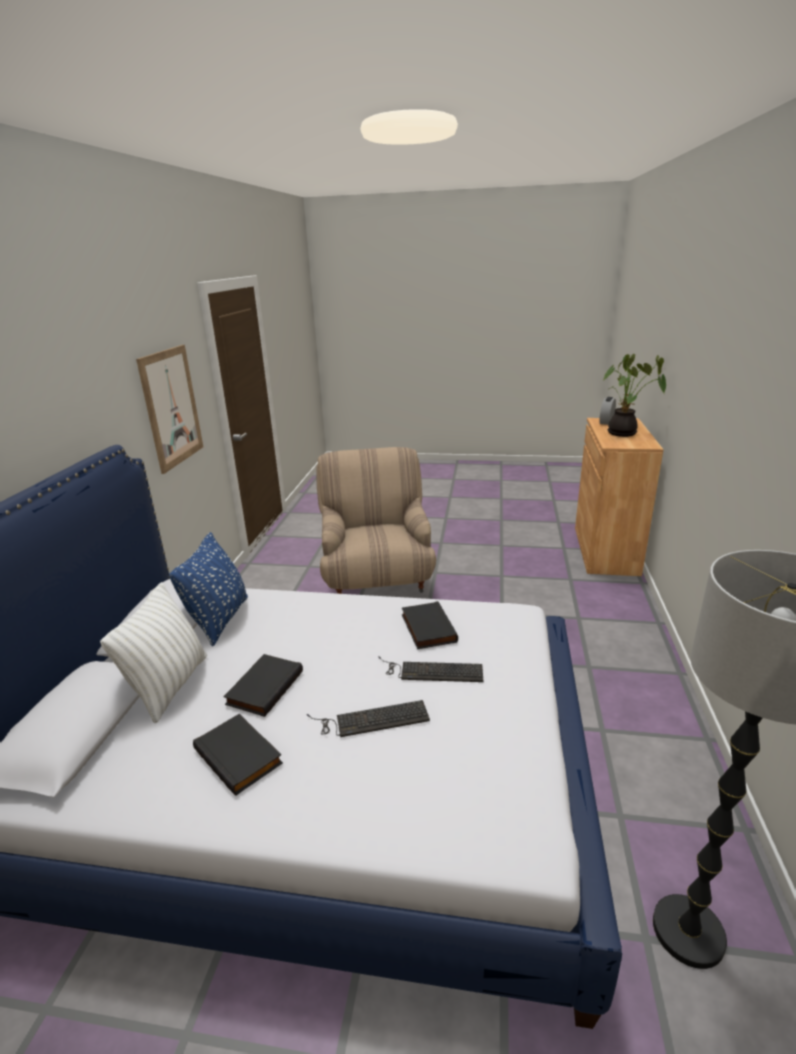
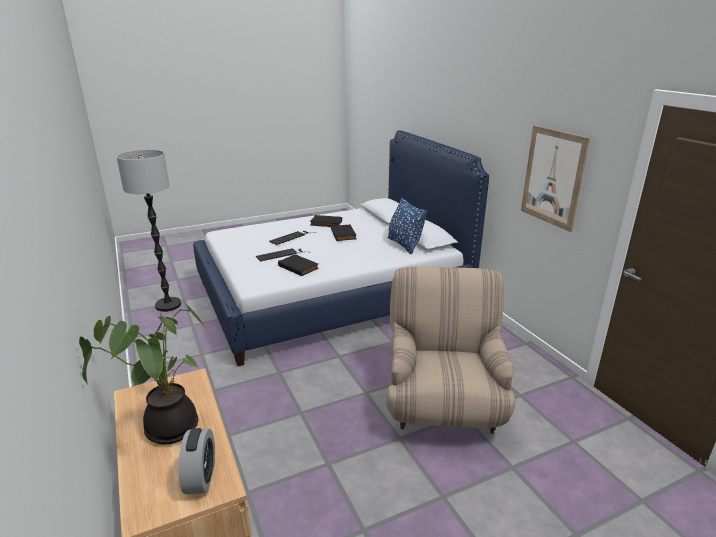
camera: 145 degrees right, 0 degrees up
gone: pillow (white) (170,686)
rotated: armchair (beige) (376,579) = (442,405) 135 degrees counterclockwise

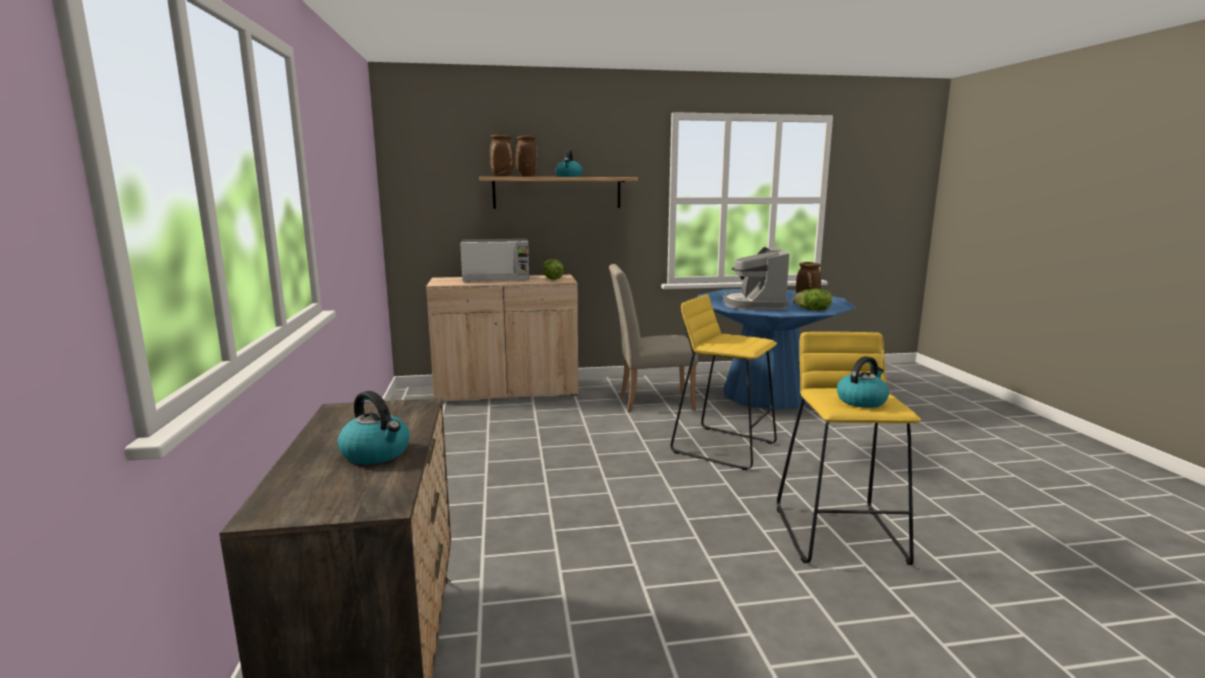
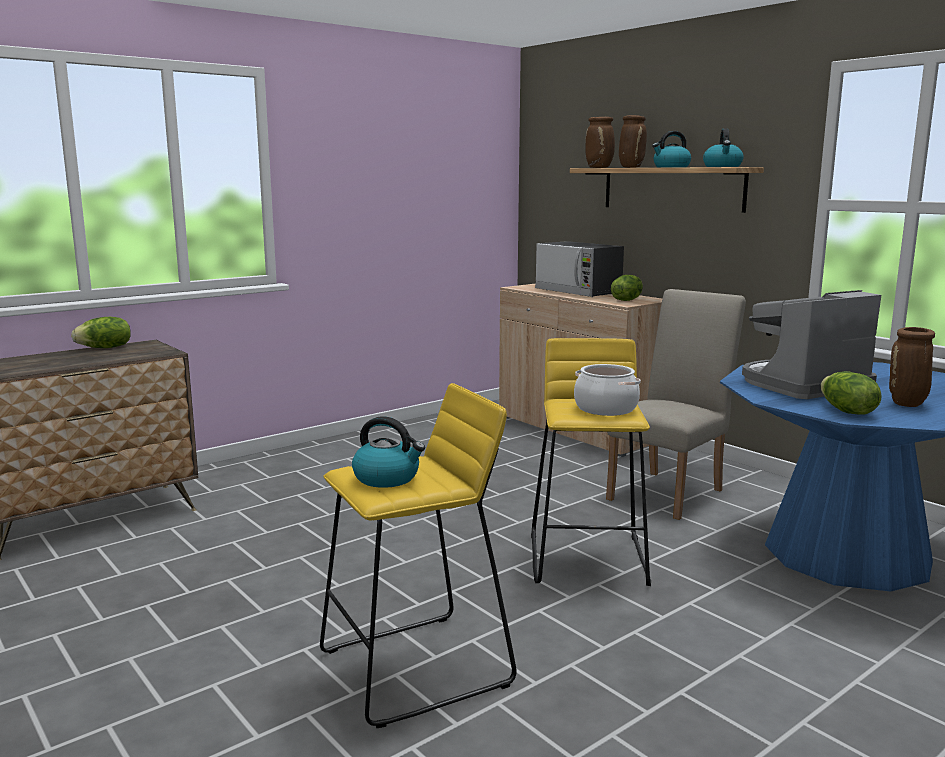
camera: 60 degrees right, 0 degrees up
new: lettuce (105,348); cooking pot (606,408)
shifted: kettle (376,453) to (722,166)
rotated: chair (beige) (649,401) = (670,492) 75 degrees clockwise

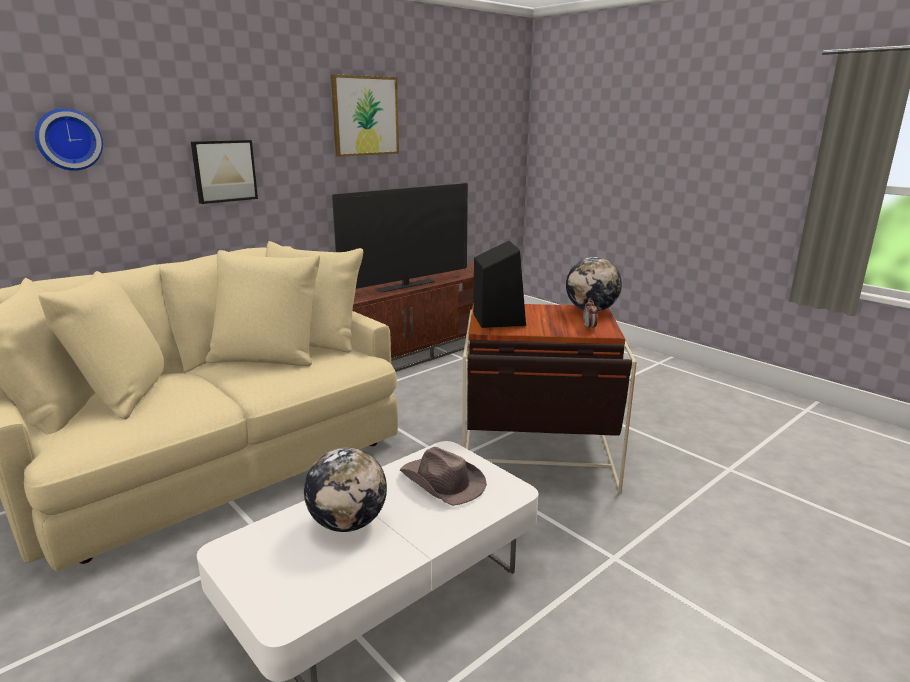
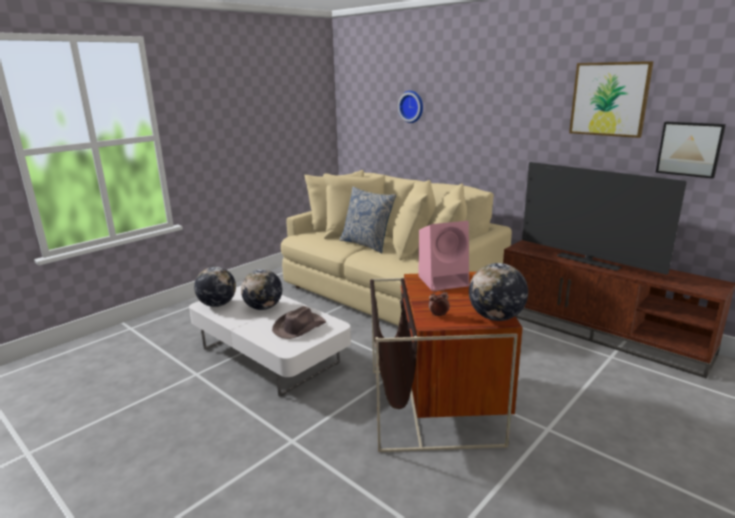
camera: 85 degrees right, 0 degrees up
new: globe (217,304); pillow (367,244)
shifted: picture (224,171) to (689,149)
repainted: speaker (black) (497,319) to speaker (pink) (444,281)

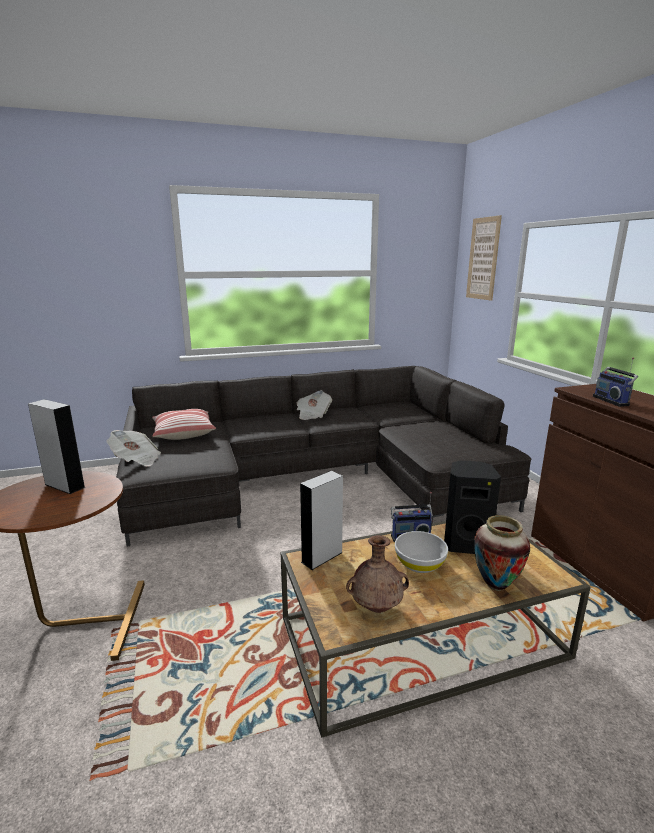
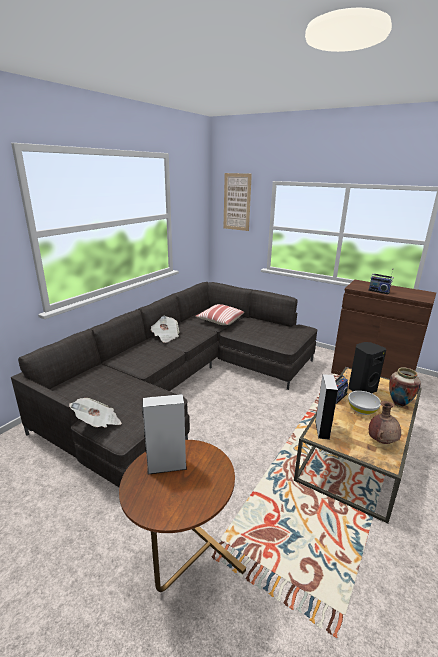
camera: 40 degrees left, 5 degrees up
shifted: pillow (183,433) to (220,321)

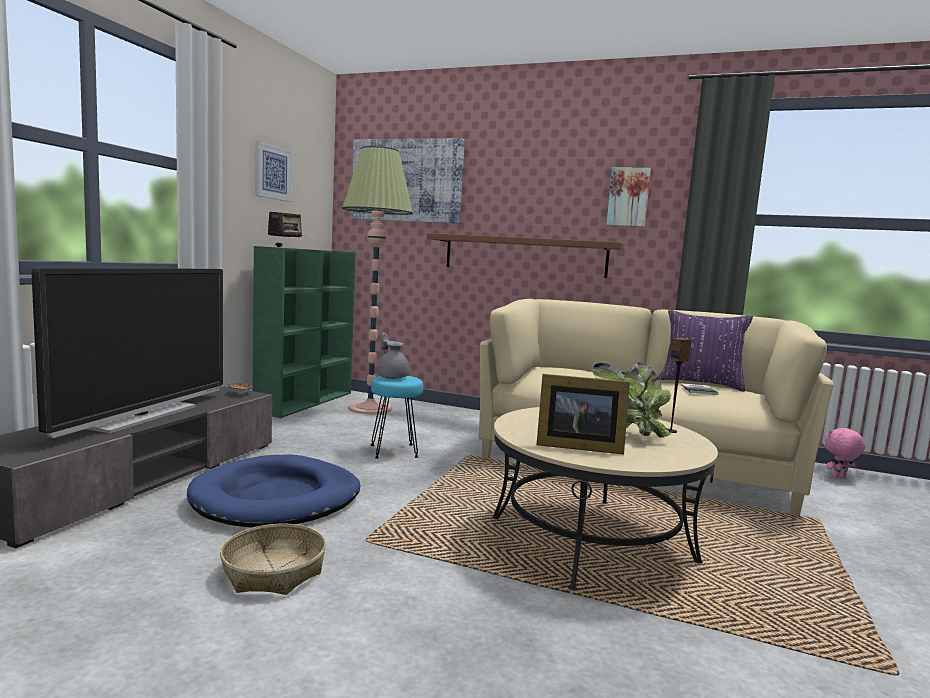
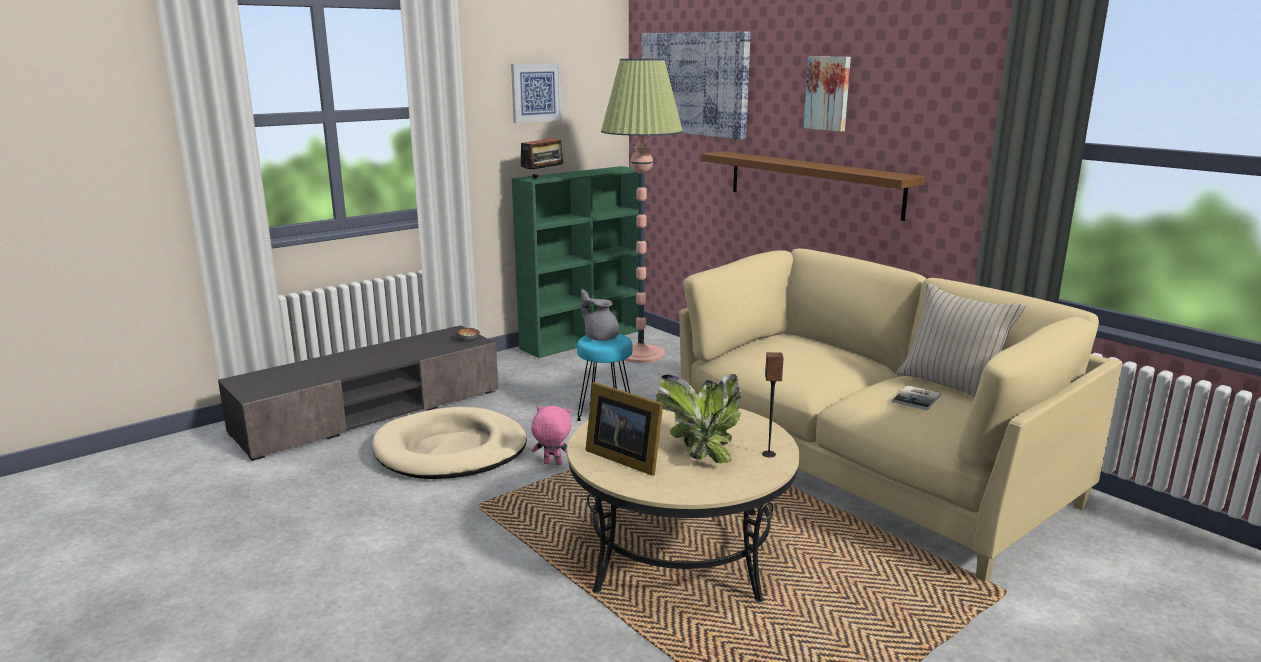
camera: 30 degrees right, 10 degrees up
gone: television (142,417); basket (273,572)
shifted: picture (628,197) to (828,93); plush toy (pink) (839,477) to (552,464)
repainted: dog bed (blue) (277,498) to dog bed (beige) (451,450); pillow (purple) (700,383) to pillow (beige) (951,386)
rotated: teapot (grey) (392,377) = (600,337) 45 degrees counterclockwise

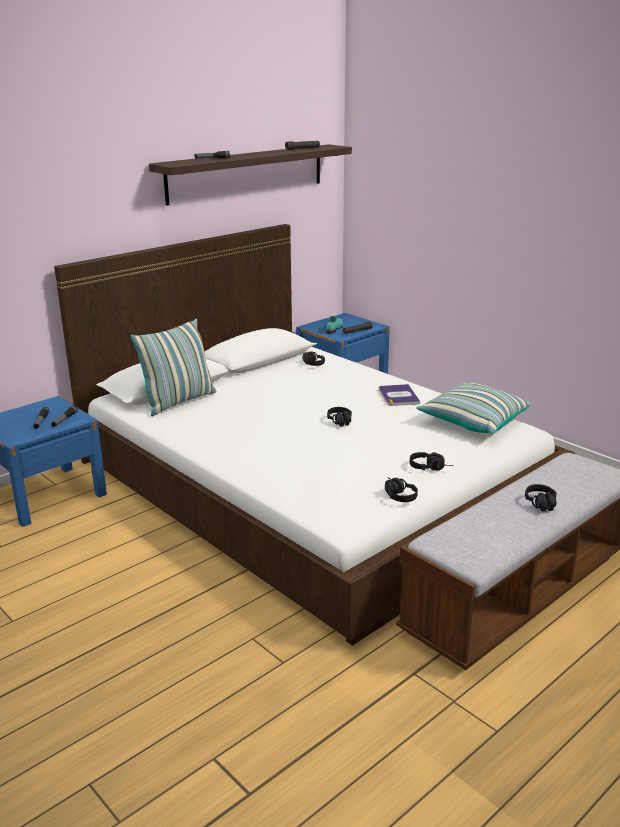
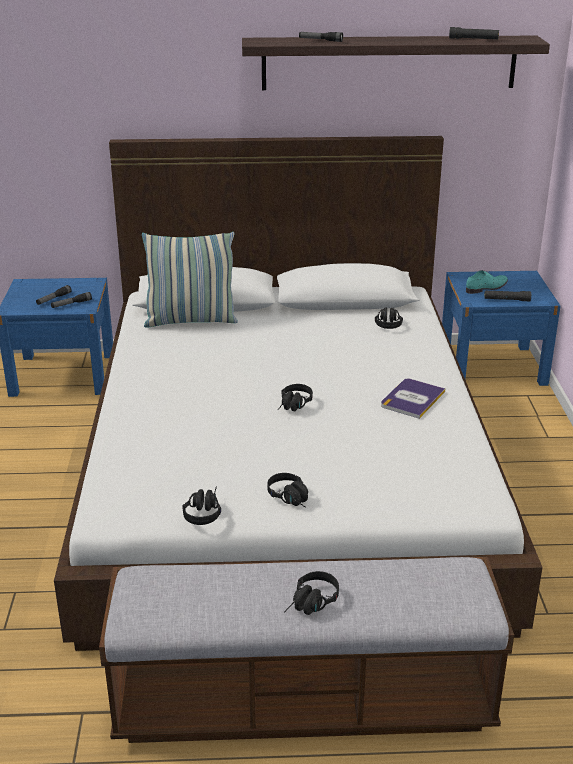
camera: 40 degrees right, 5 degrees up
gone: pillow (472,422)

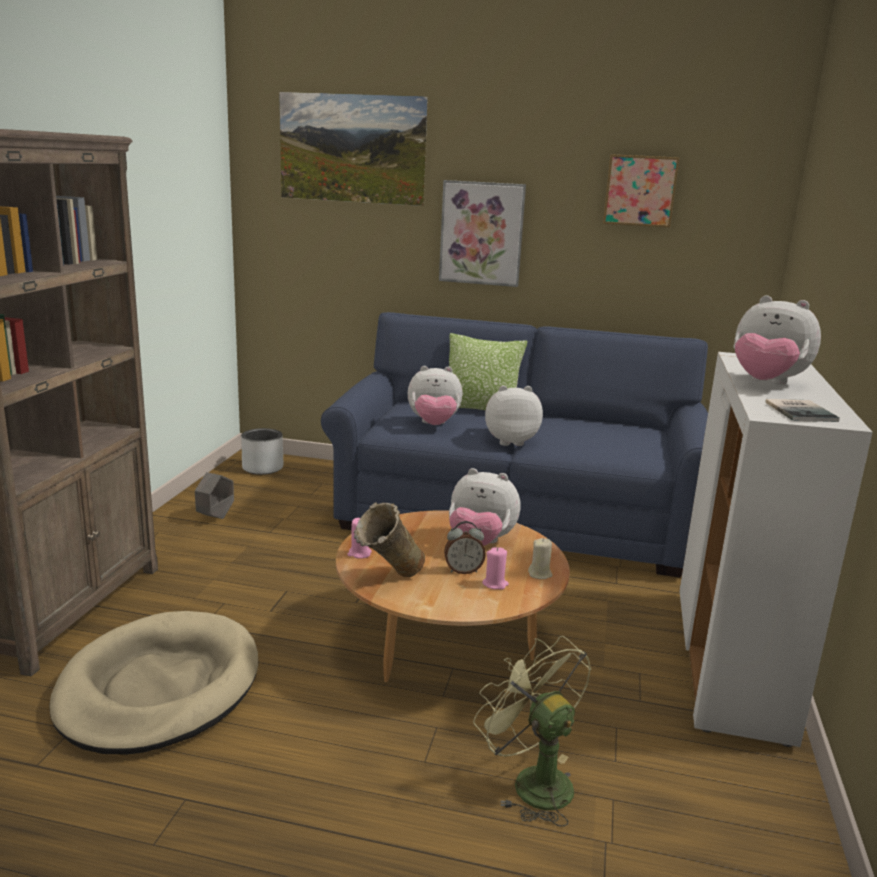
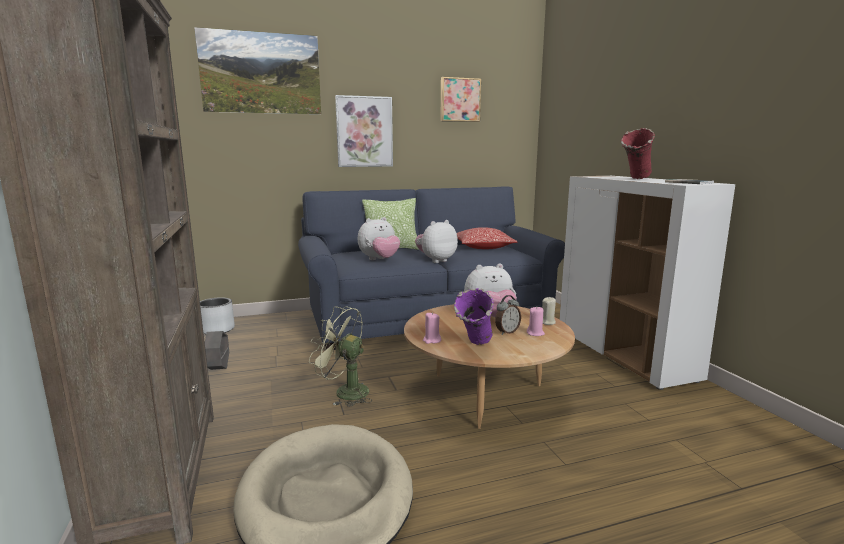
camera: 30 degrees left, 5 degrees down
new: pillow (483,247)
shifted: fan (green) (532,781) to (344,392)
swapped: plush toy (766,383) to vase (red) (635,179)
repainted: vase (beige) (388,579) to vase (purple) (475,348)

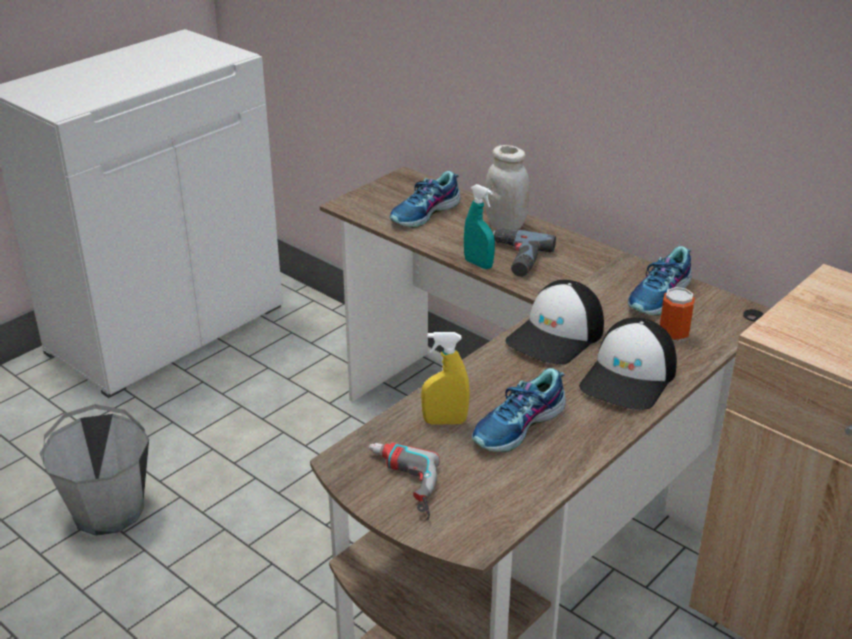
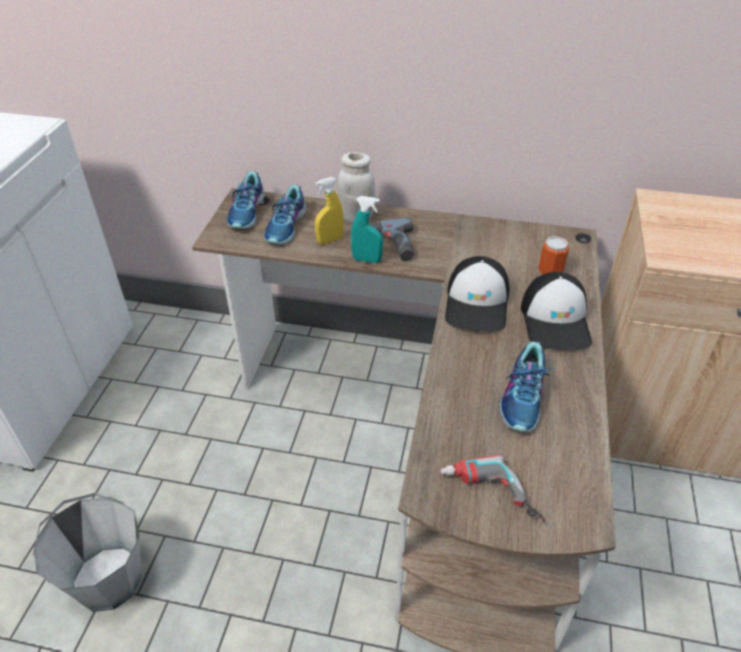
camera: 30 degrees left, 10 degrees up
shifted: spray bottle (yellow) (445,421) to (330,240); shoe (660,296) to (248,212)

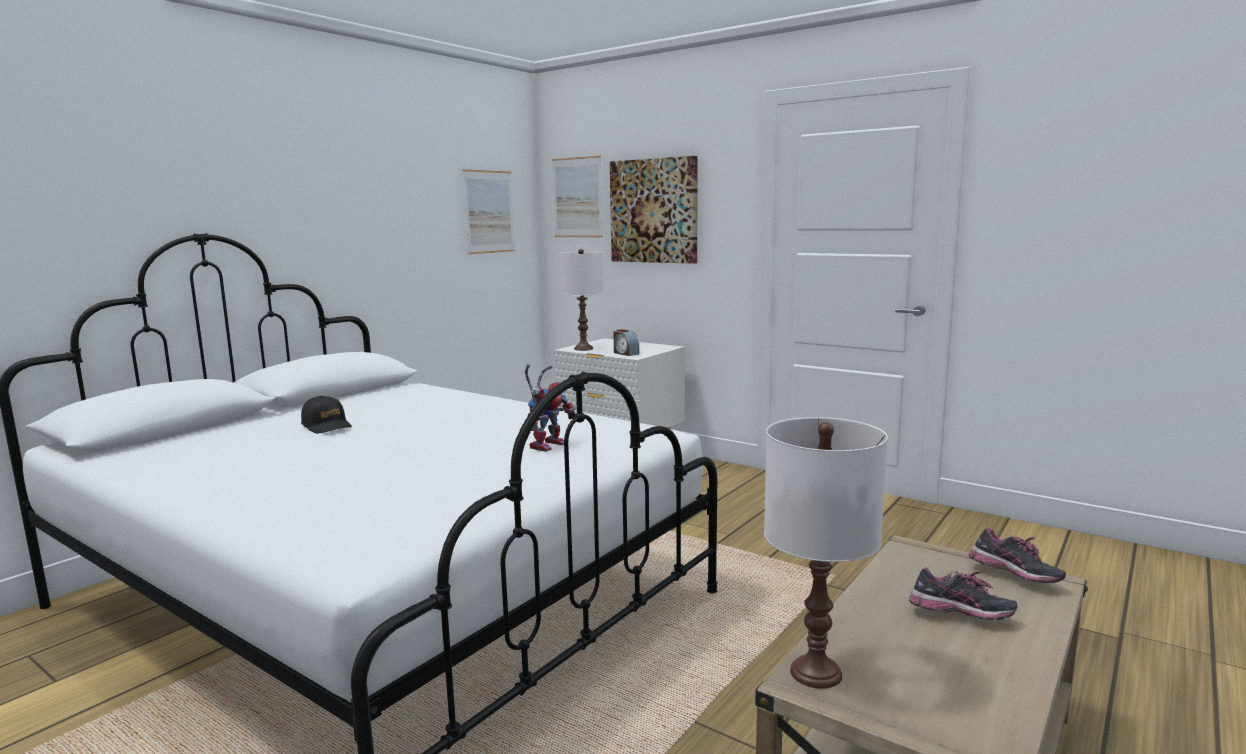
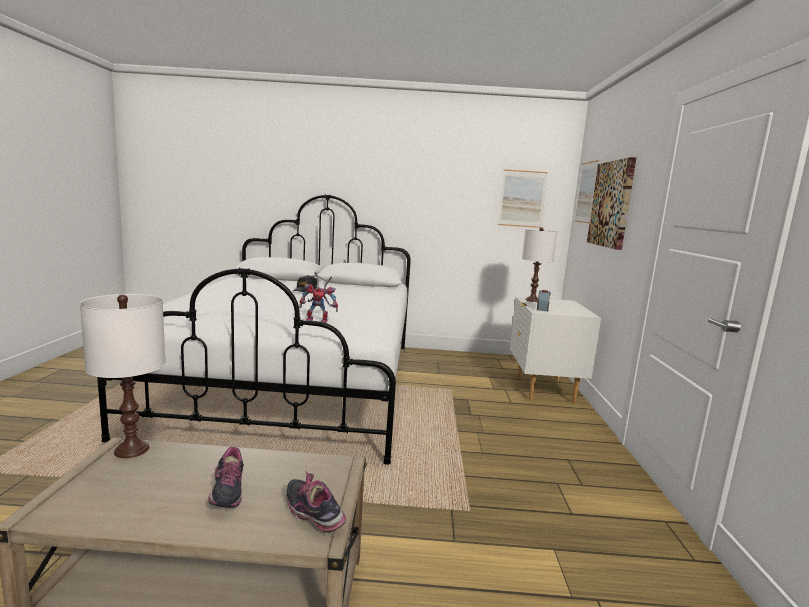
camera: 55 degrees right, 0 degrees up
rotated: shoe (1014,578) = (314,515) 120 degrees clockwise

